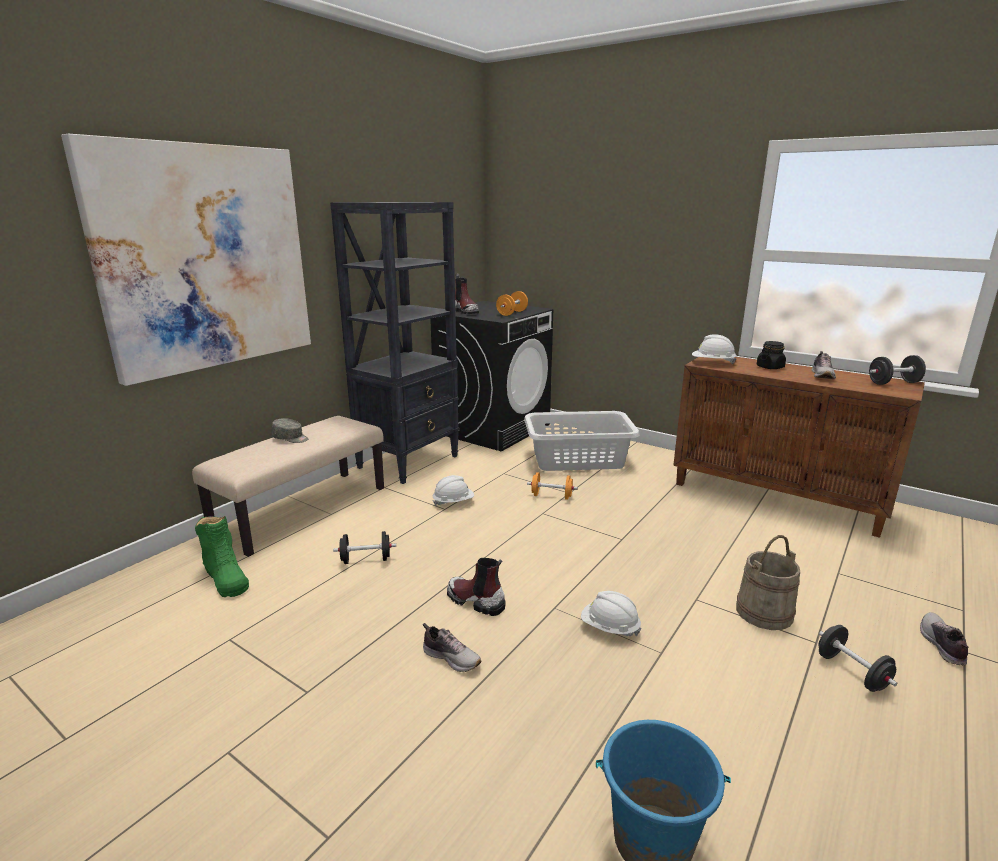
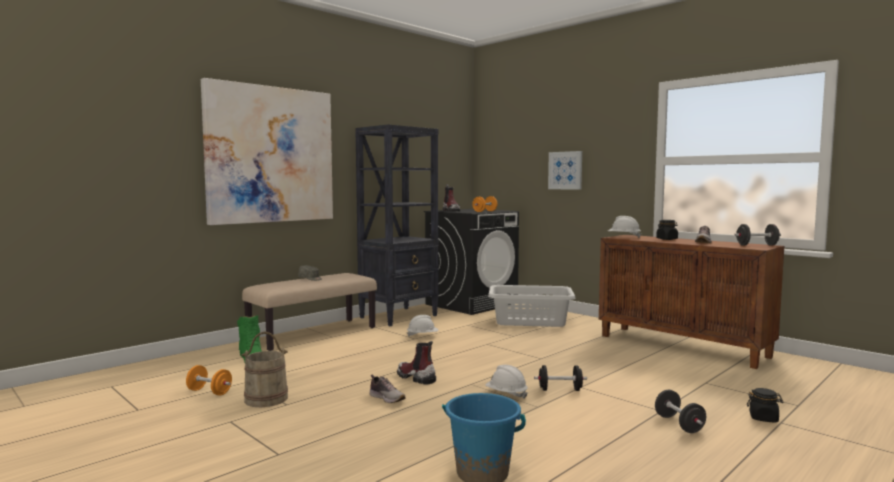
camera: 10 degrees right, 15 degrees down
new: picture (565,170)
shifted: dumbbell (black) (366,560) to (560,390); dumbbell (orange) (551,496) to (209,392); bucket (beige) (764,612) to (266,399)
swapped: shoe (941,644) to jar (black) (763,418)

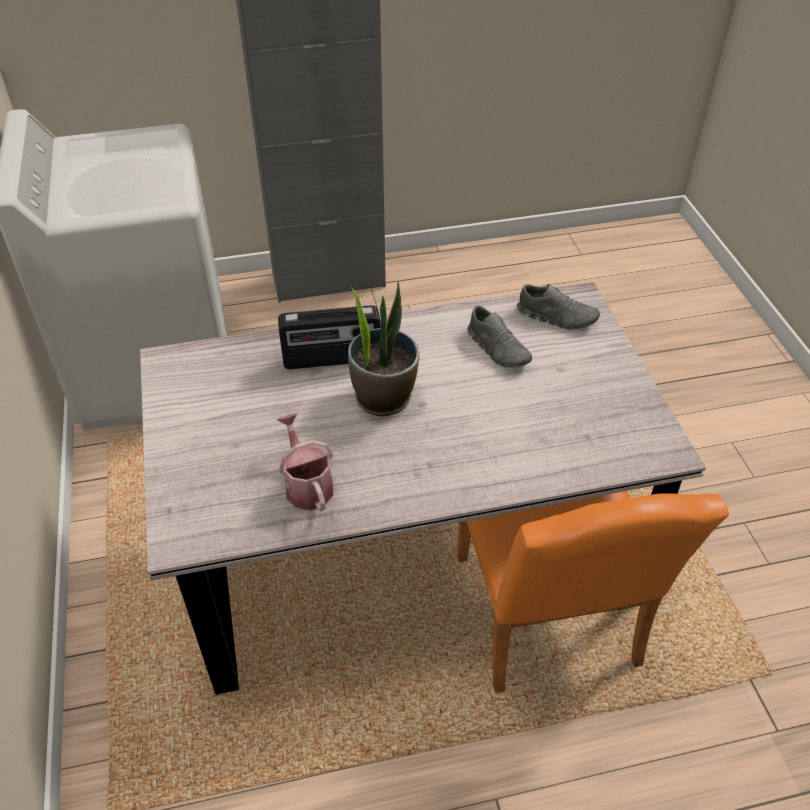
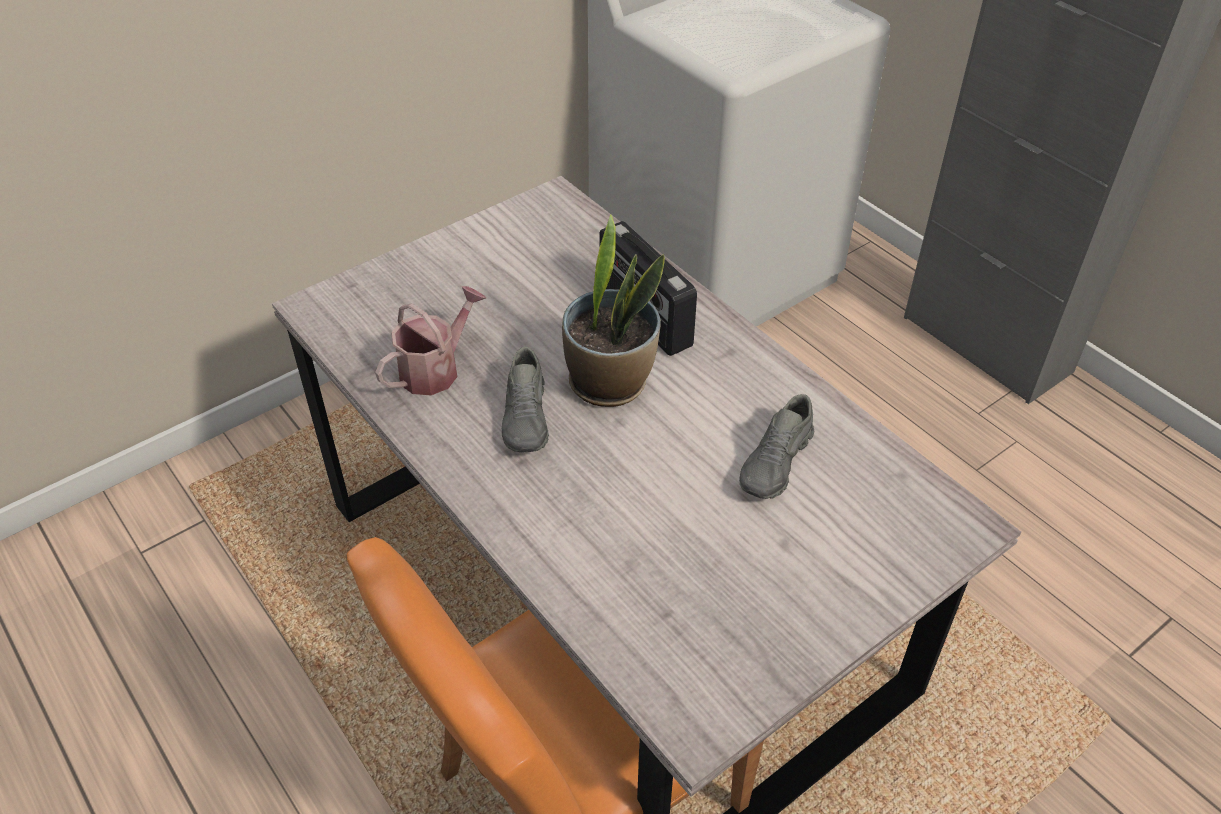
camera: 65 degrees right, 0 degrees up
shifted: shoe (grey) (557,317) to (527,418)

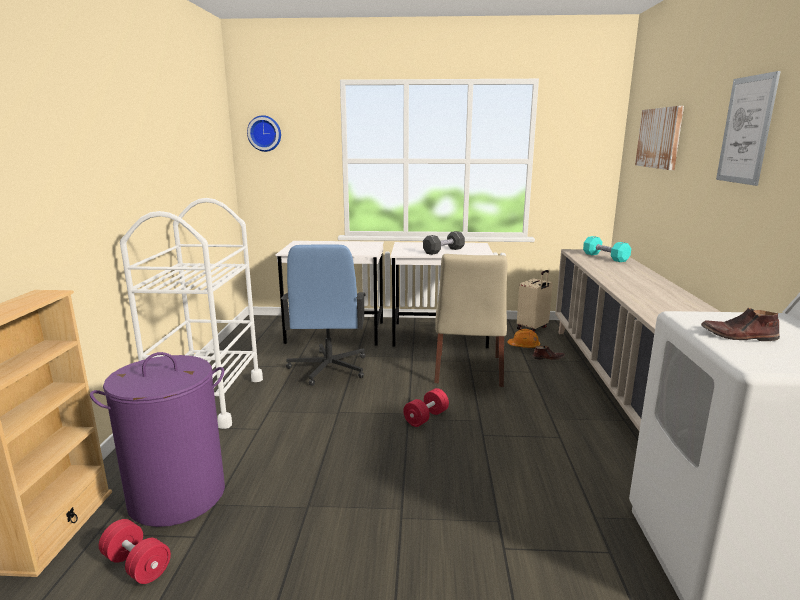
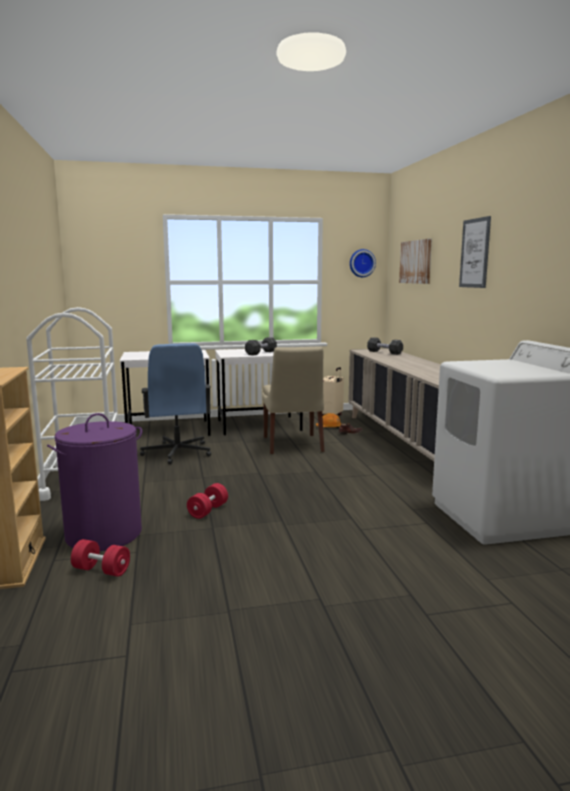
camera: 15 degrees left, 5 degrees down
gone: shoe (brown) (738,336)
shifted: wall clock (265,133) to (361,263); dumbbell (red) (426,417) to (208,511)
repainted: dumbbell (turquoise) (605,257) to dumbbell (black) (384,352)

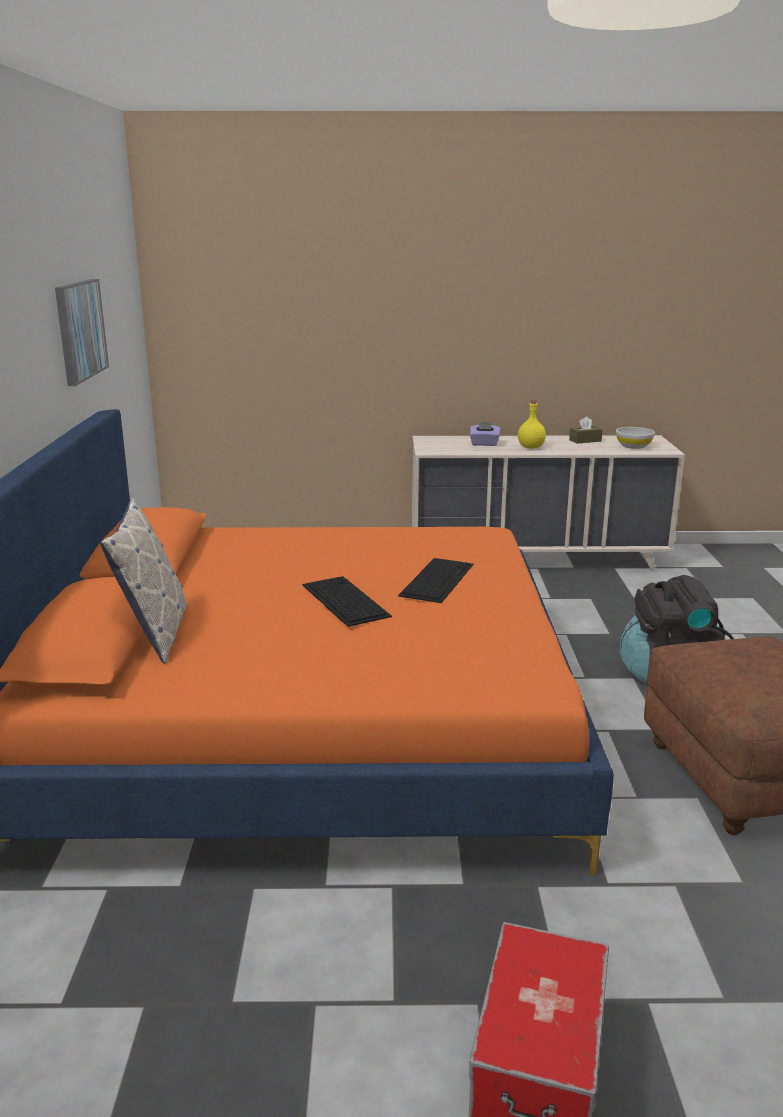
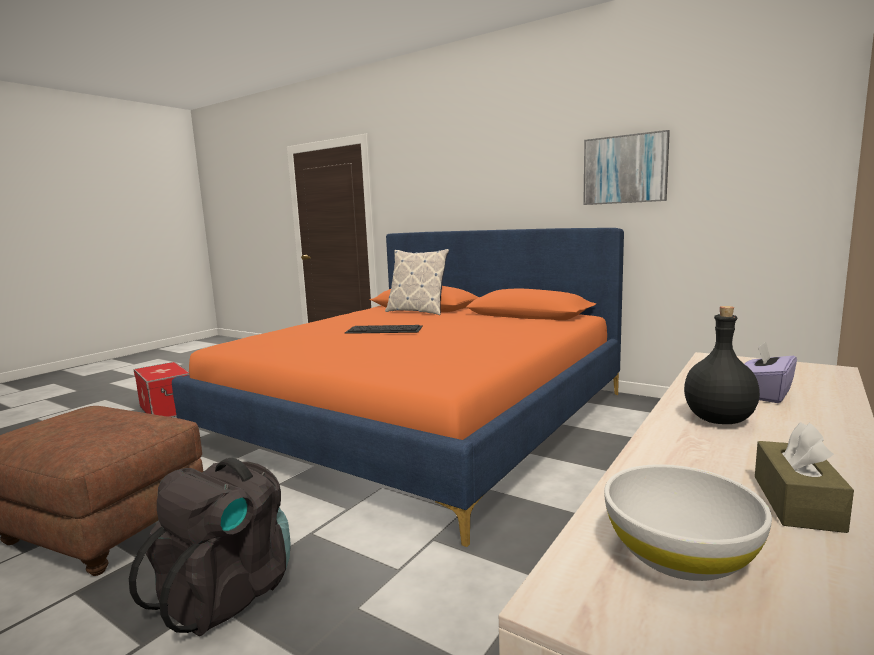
camera: 125 degrees right, 10 degrees down
gone: keyboard (437,579)
repainted: bottle (yellow) (530,447) to bottle (black) (720,420)

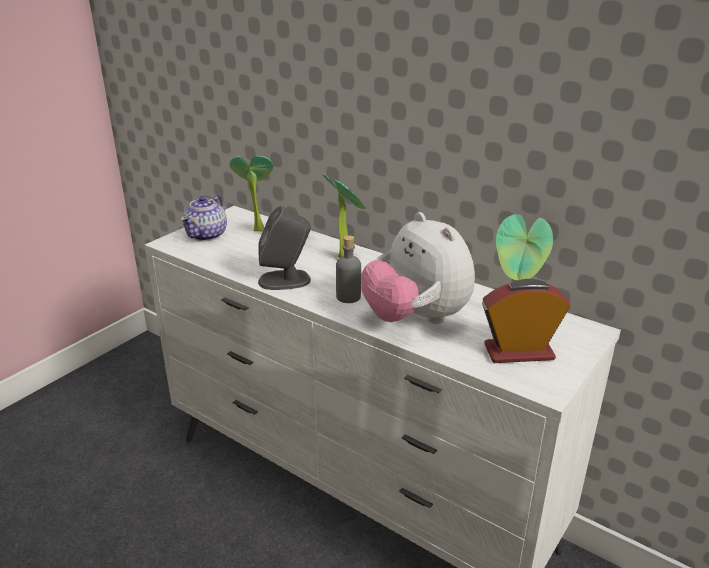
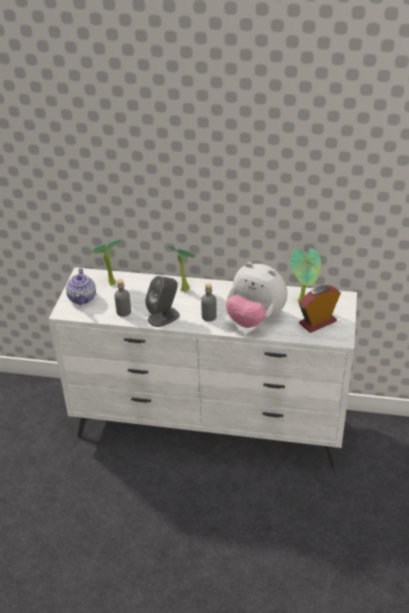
camera: 25 degrees left, 10 degrees up
new: bottle (grey) (123,312)

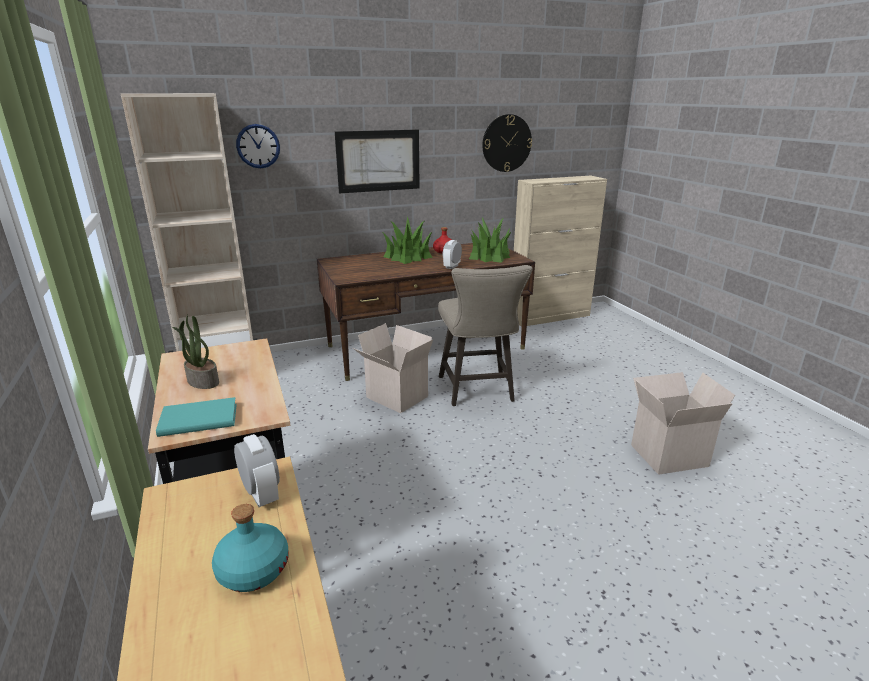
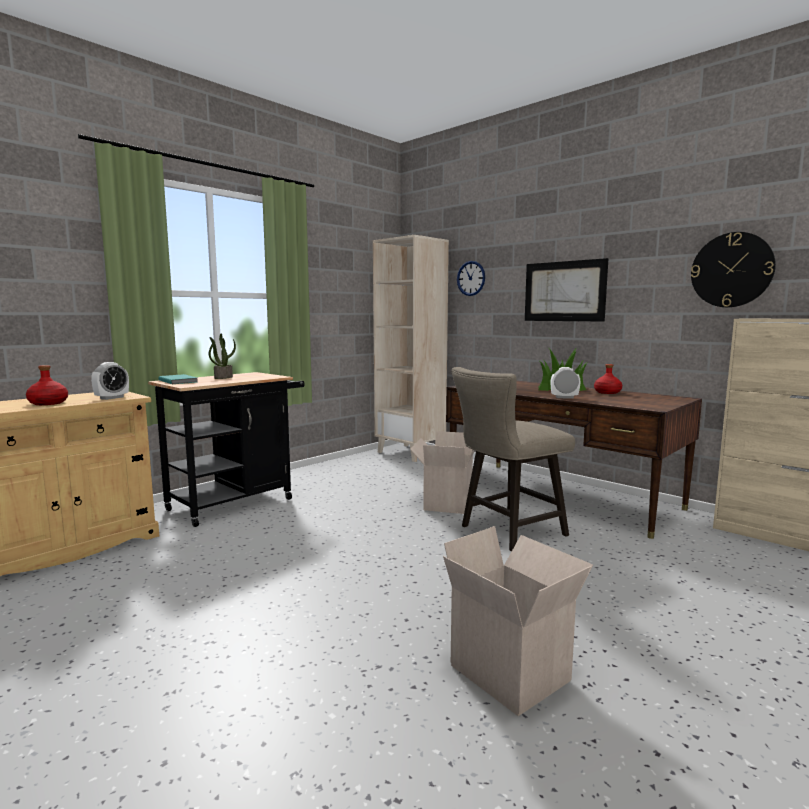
camera: 65 degrees right, 15 degrees down
gone: potted plant (489,256)
repainted: bottle (turquoise) (252,570) to bottle (red) (48,403)

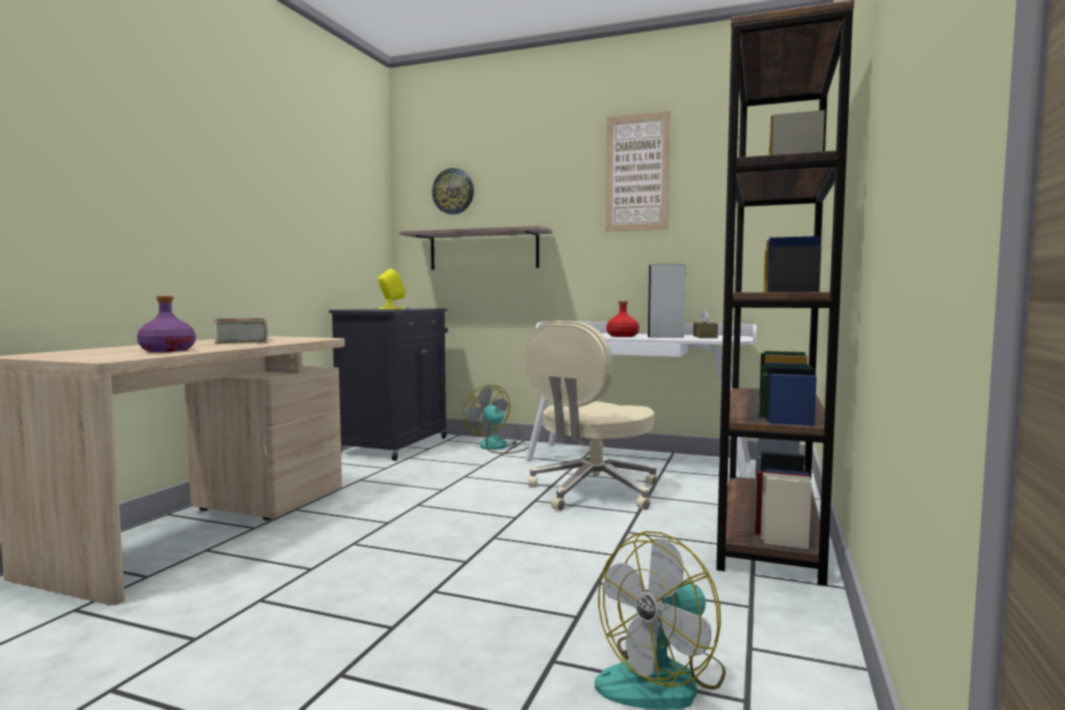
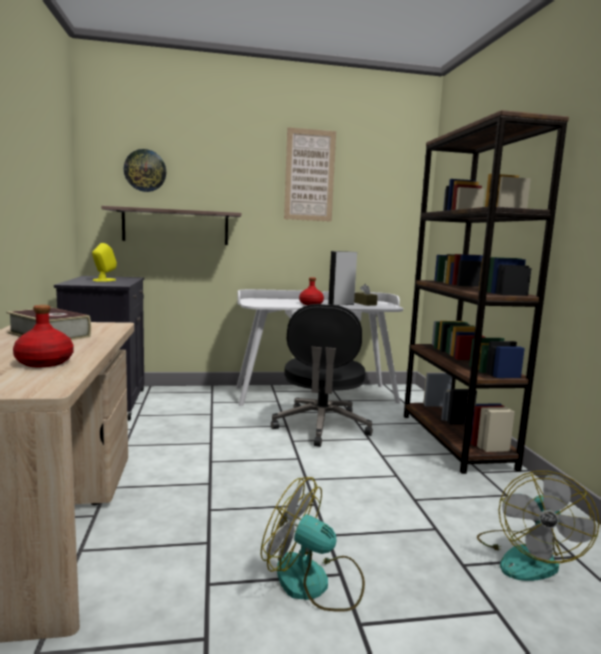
camera: 30 degrees left, 5 degrees up
shifted: fan (498,447) to (315,583)
repainted: bottle (purple) (167,350) to bottle (red) (44,362); office chair (beige) (592,492) to office chair (black) (321,427)

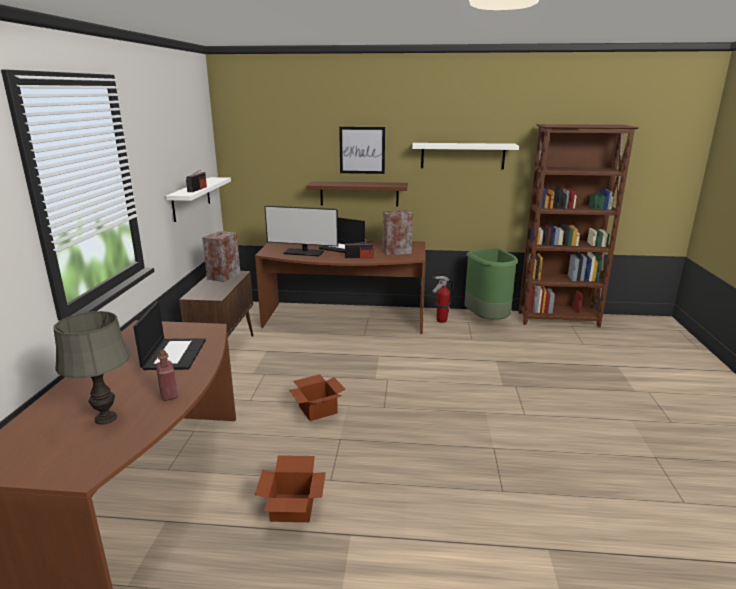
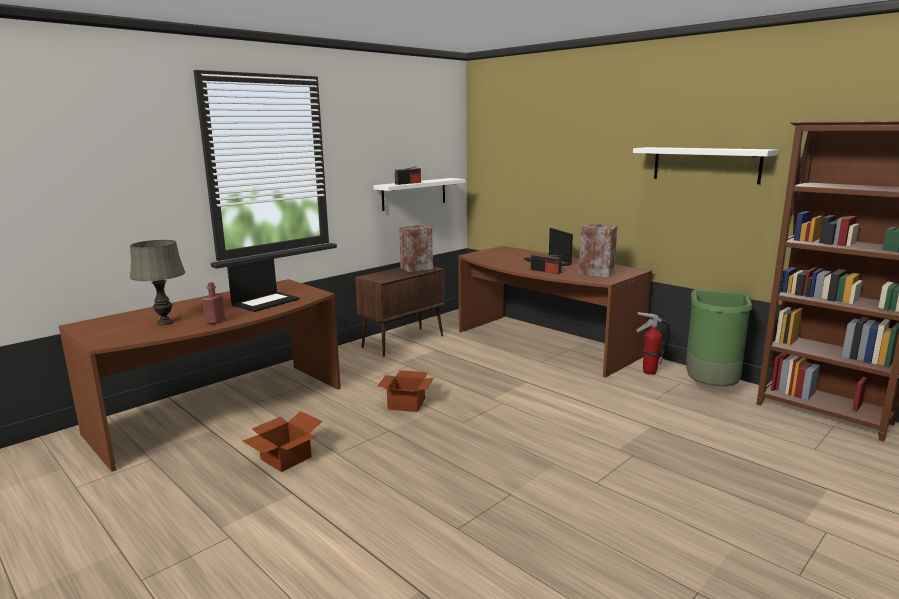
camera: 40 degrees right, 5 degrees down
gone: monitor (303,252); shelf (brown) (359,193); picture (362,150)

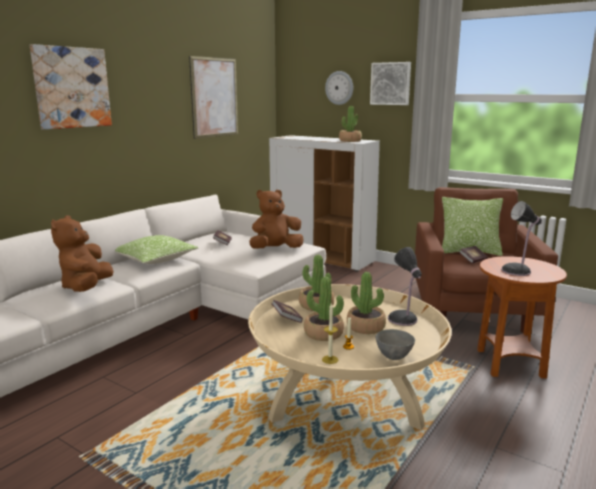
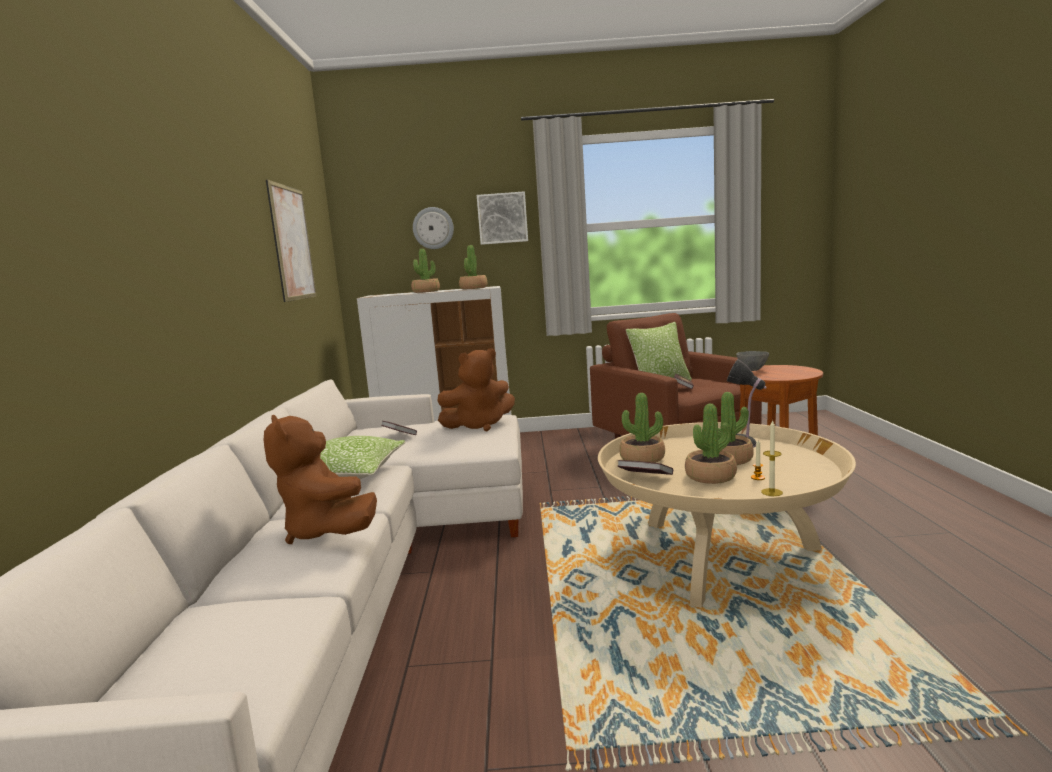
camera: 35 degrees left, 5 degrees down
gone: picture (71,87); table lamp (518,271)
new: potted plant (426,291)
shifted: bowl (grey) (394,357) to (752,370)
rotated: plush toy (brown) (275,249) = (479,426) 135 degrees counterclockwise

